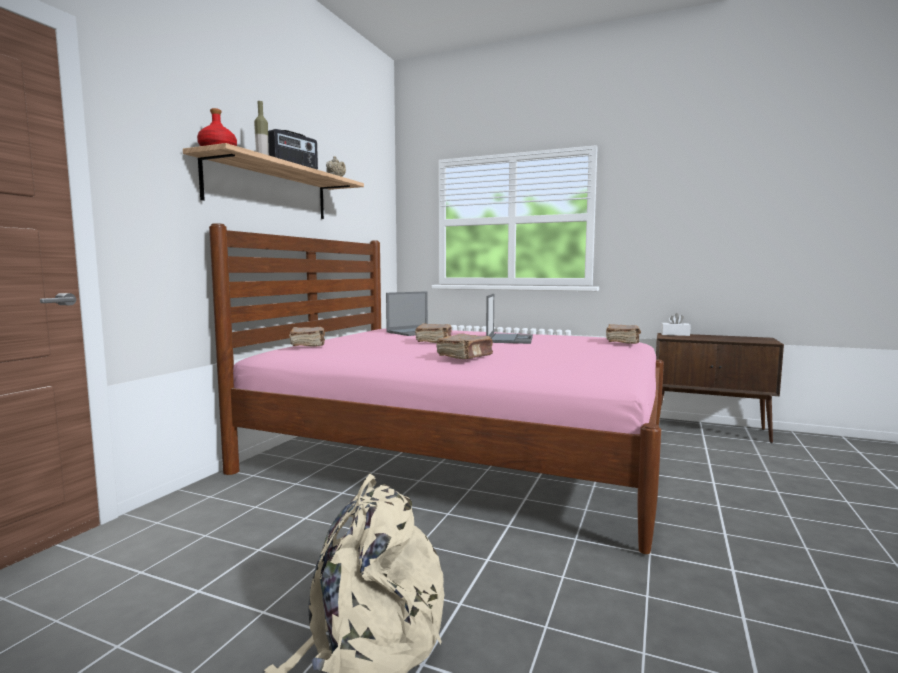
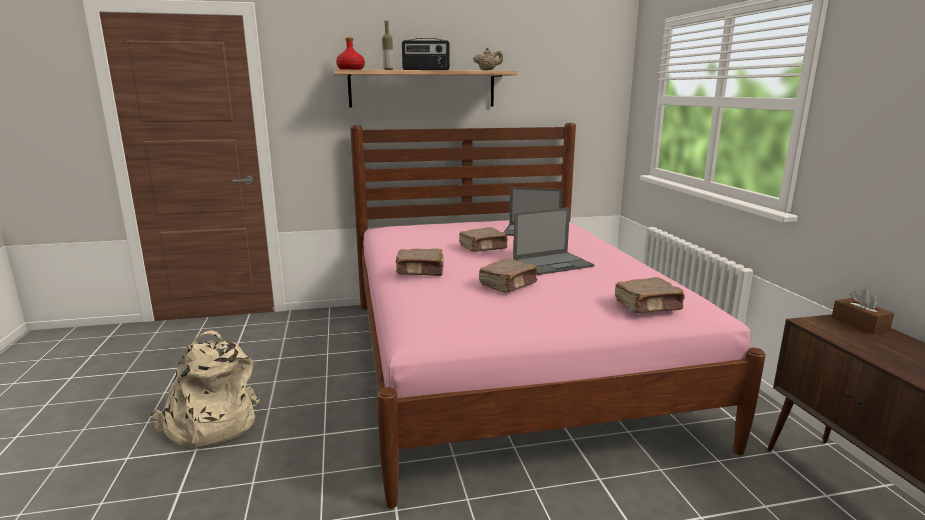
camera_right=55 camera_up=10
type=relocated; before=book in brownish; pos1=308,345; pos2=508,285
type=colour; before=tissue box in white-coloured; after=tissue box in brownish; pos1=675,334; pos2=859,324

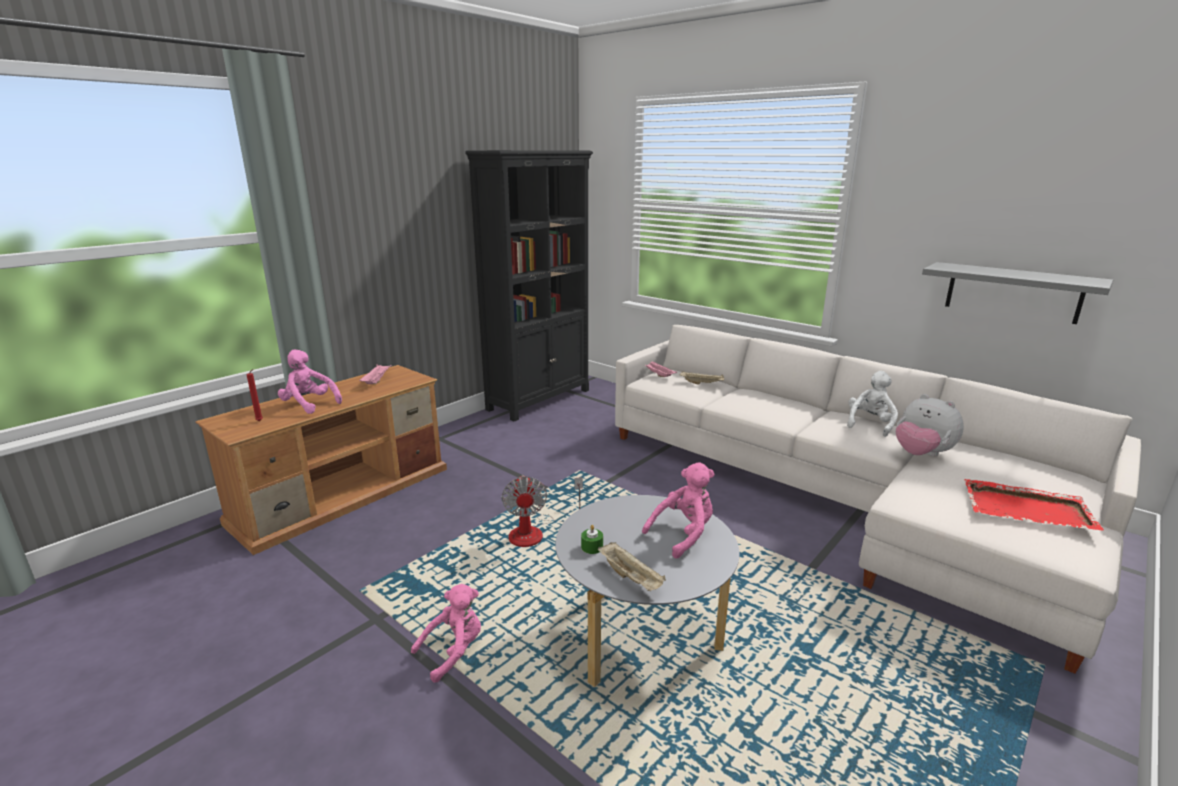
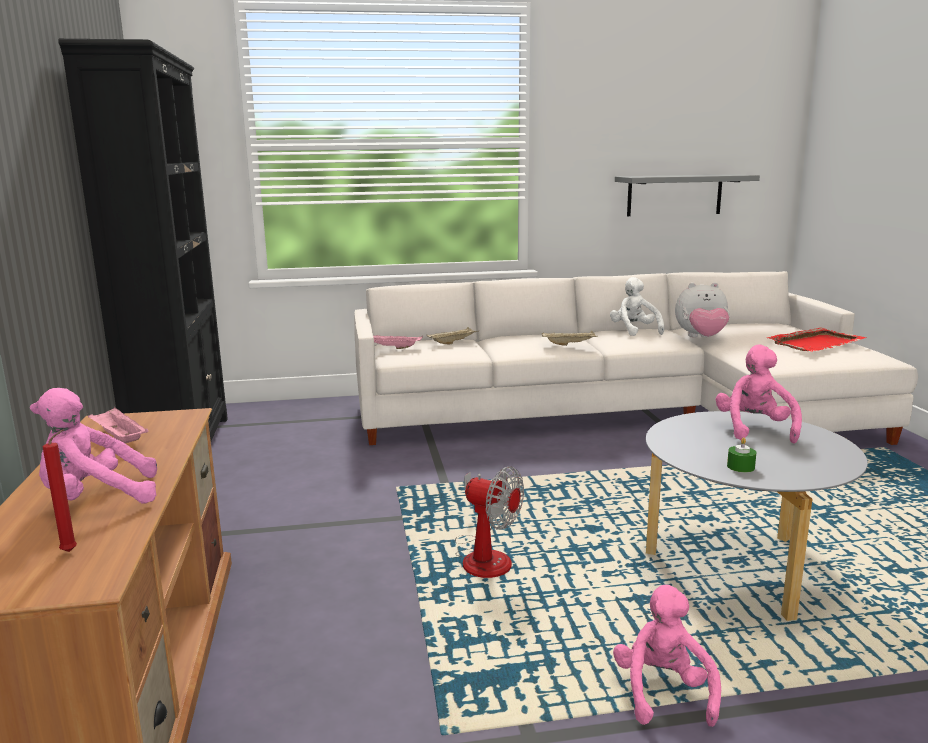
camera_right=-50 camera_up=-5
type=relocated; before=serving tray in beige-coloured; pos1=631,578; pos2=569,344

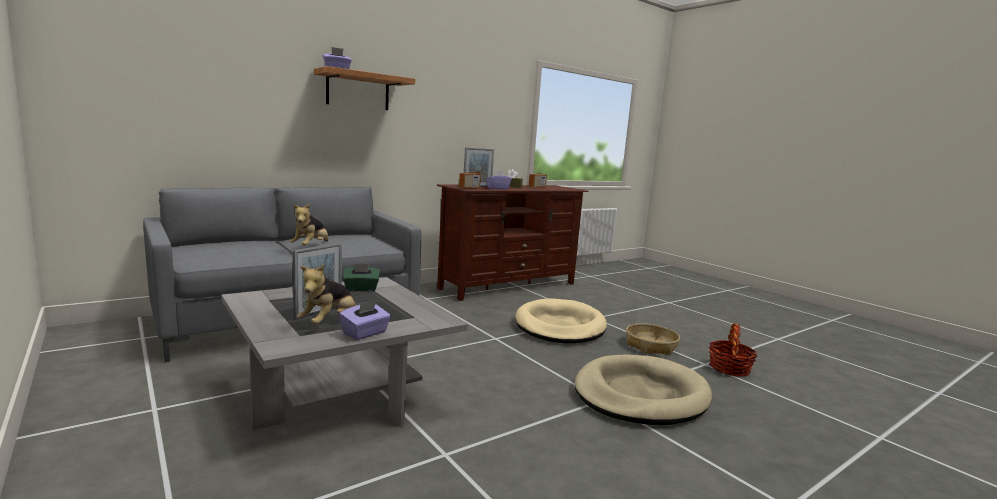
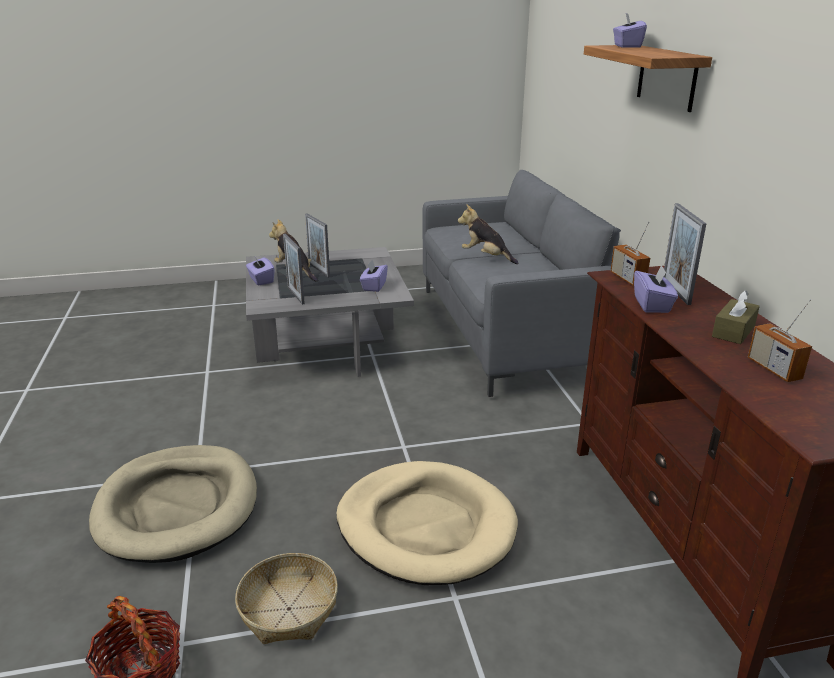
camera_right=115 camera_up=15
type=appeared; after=photo frame; pos2=295,295
type=colour; before=tissue box in green; after=tissue box in purple; pos1=361,289; pos2=374,286

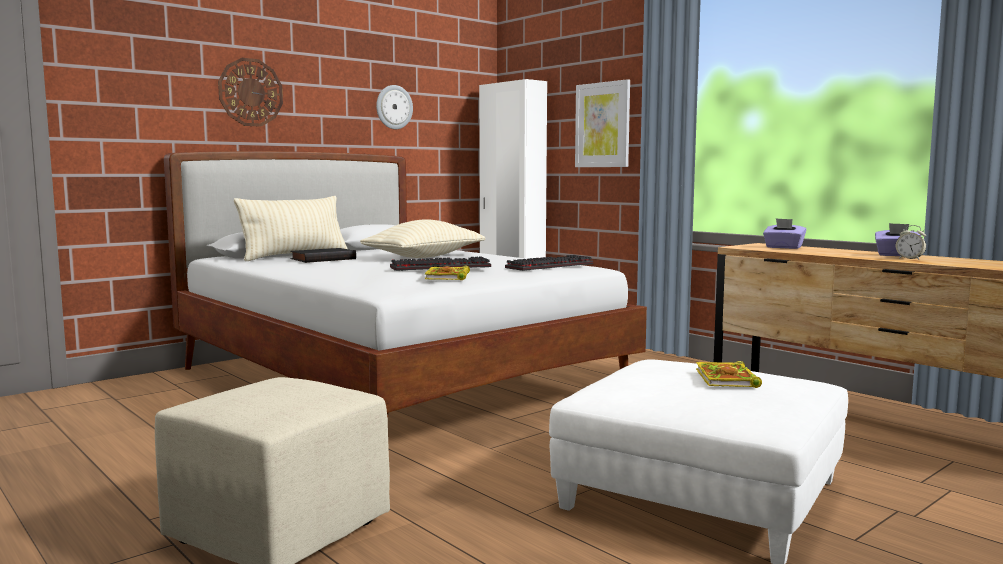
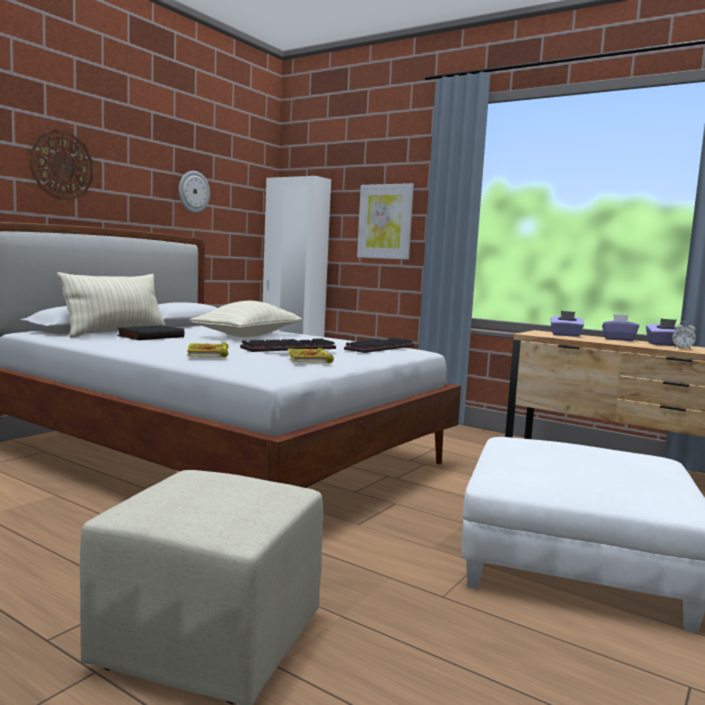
camera_right=-15 camera_up=0
type=relocated; before=book; pos1=727,379; pos2=208,354
type=appeared; after=tissue box in purple; pos2=618,339

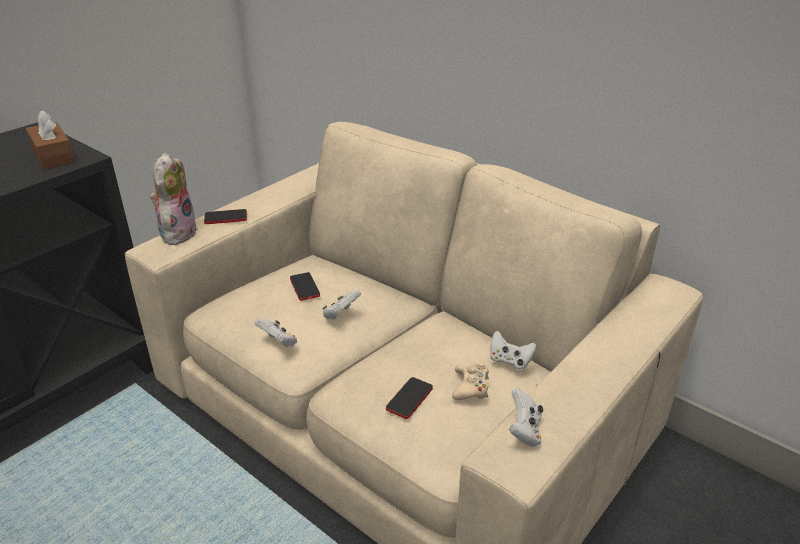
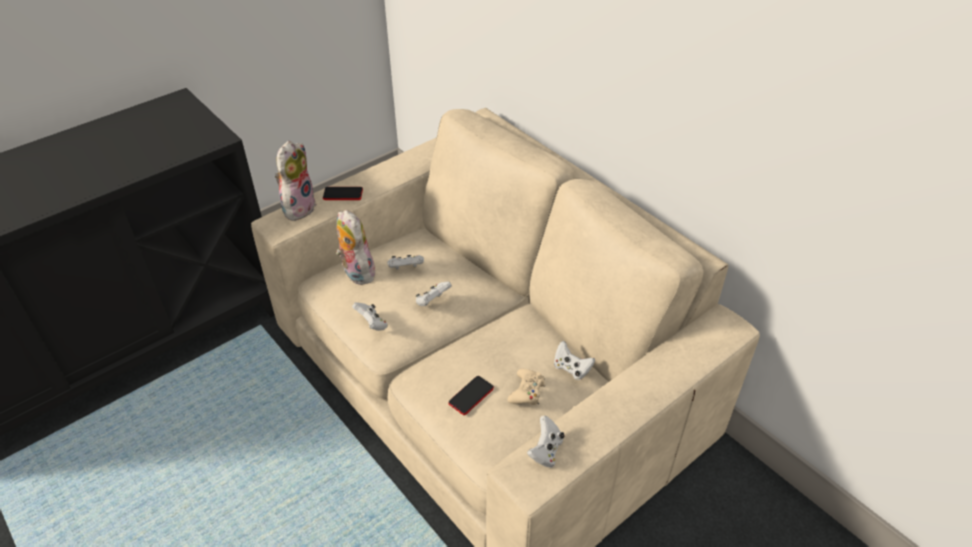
camera_right=10 camera_up=10
type=appeared; after=cuddly toy; pos2=356,273
type=exchanged; before=telephone; after=joypad in white-coloured; pos1=304,287; pos2=406,269
type=missing; before=tissue box in brownish; pos1=53,156

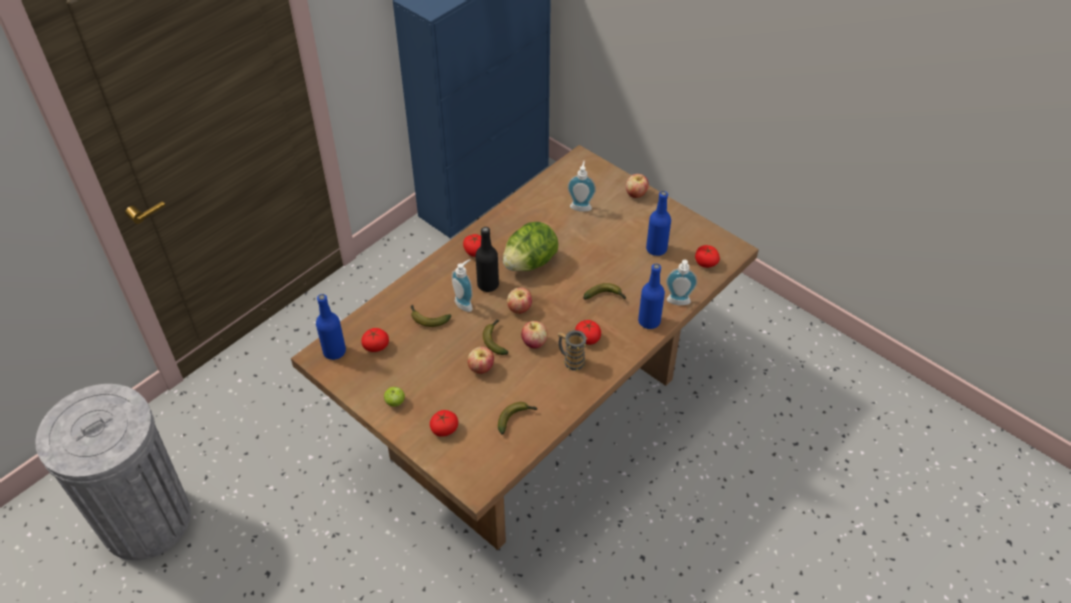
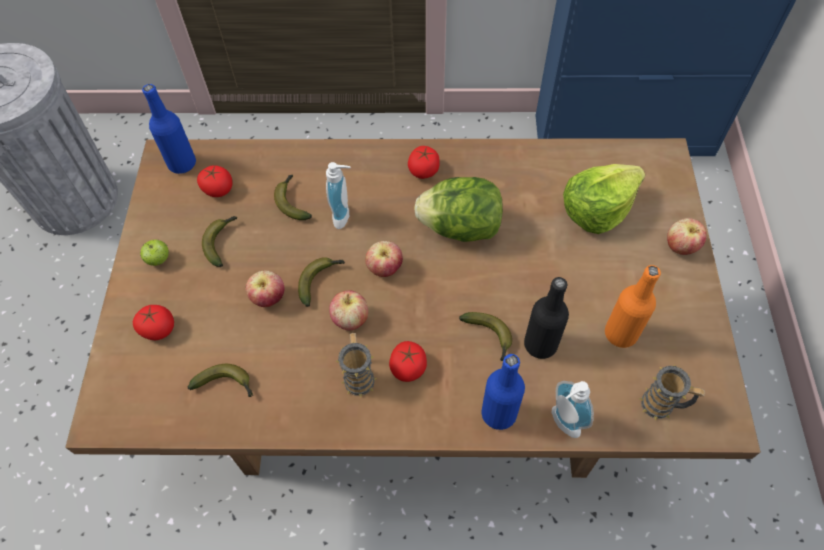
camera_right=50 camera_up=10
type=appeared; after=whole banana; pos2=221,242
type=relocated; before=bottle in blackish; pos1=488,285; pos2=540,344
type=exchanged; before=soap dispenser; after=lettuce; pos1=581,206; pos2=597,209
type=colour; before=bottle in blue; after=bottle in orange-coloured; pos1=656,249; pos2=620,333
type=exchanged; before=tomato; after=mug; pos1=706,262; pos2=663,405

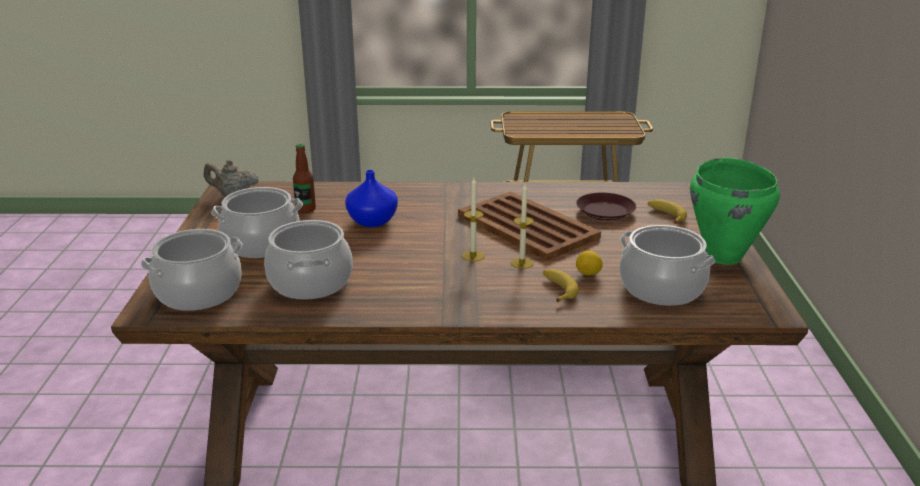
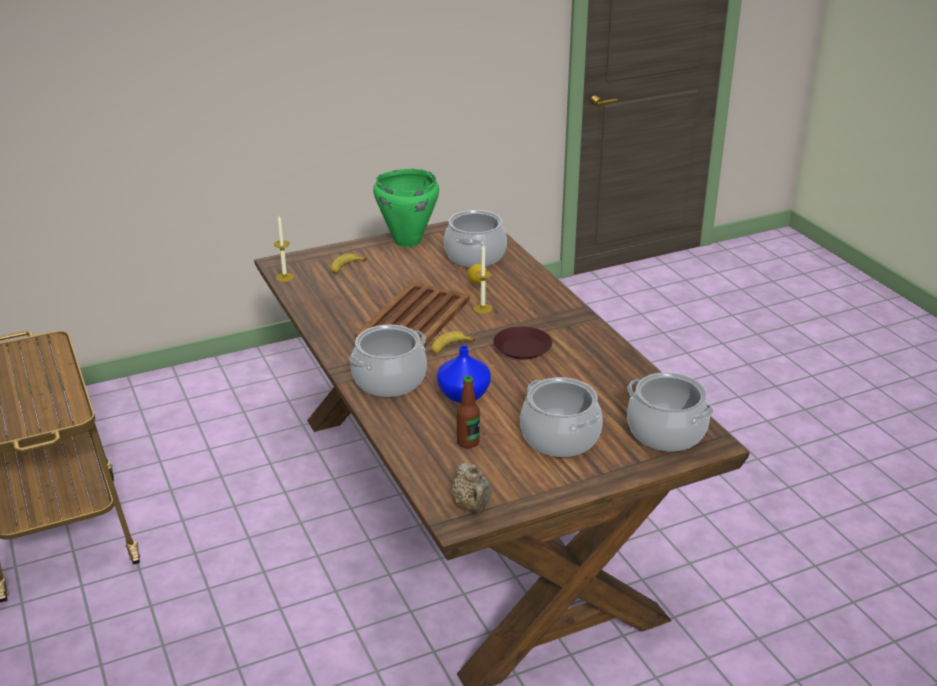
camera_right=-115 camera_up=5
type=relocated; before=wax light; pos1=473,256; pos2=284,277
type=relocated; before=saucepot; pos1=309,282; pos2=389,380
type=relocated; before=whole banana; pos1=557,289; pos2=449,348
type=relocated; before=dinner plate in brownish; pos1=606,211; pos2=522,348

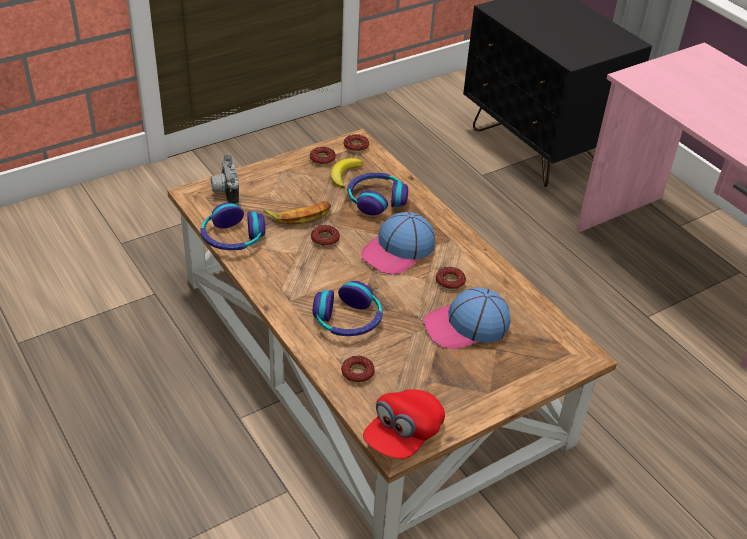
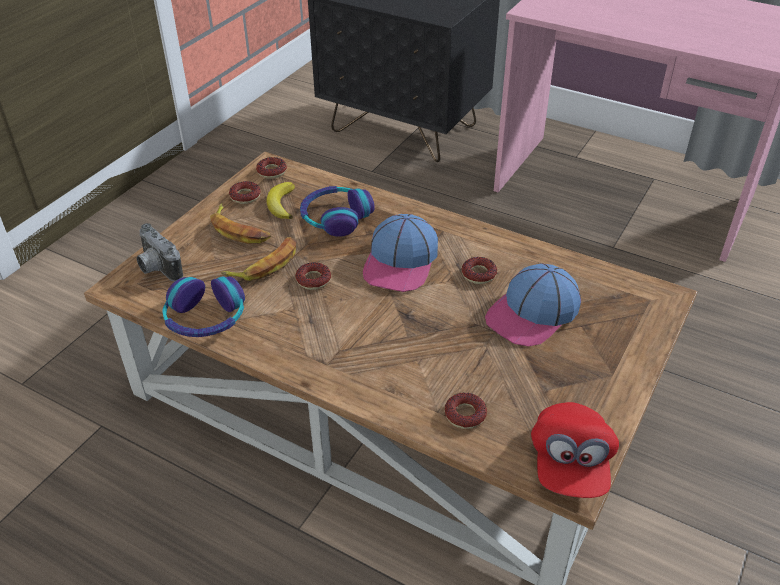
camera_right=-25 camera_up=0
type=appeared; after=whole banana; pos2=239,230
type=missing; before=headphones; pos1=348,320

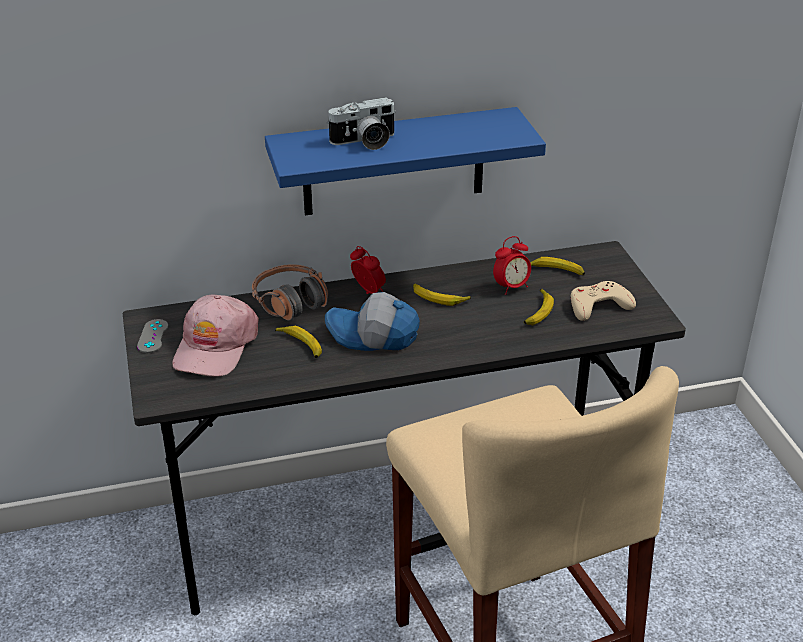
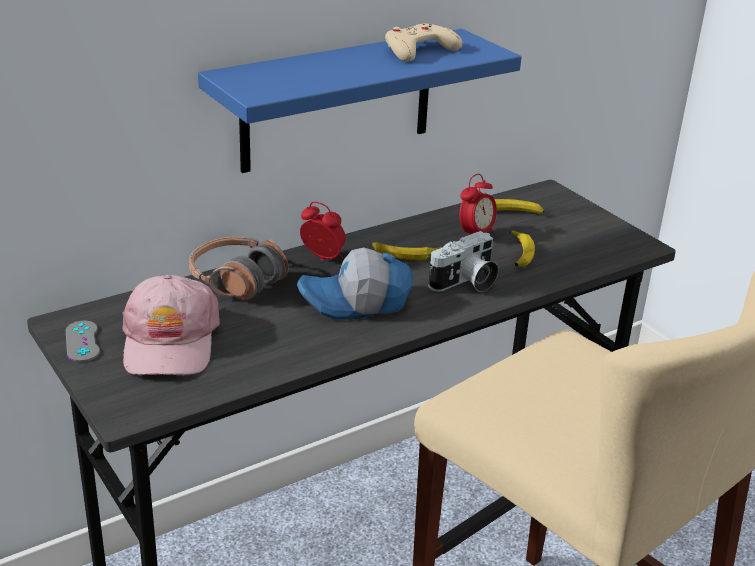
camera_right=-20 camera_up=-5
type=relocated; before=joypad in beige-coloured; pos1=598,306; pos2=419,50
type=relocated; before=still camera; pos1=365,142; pos2=465,283
type=missing; before=whole banana; pos1=300,345

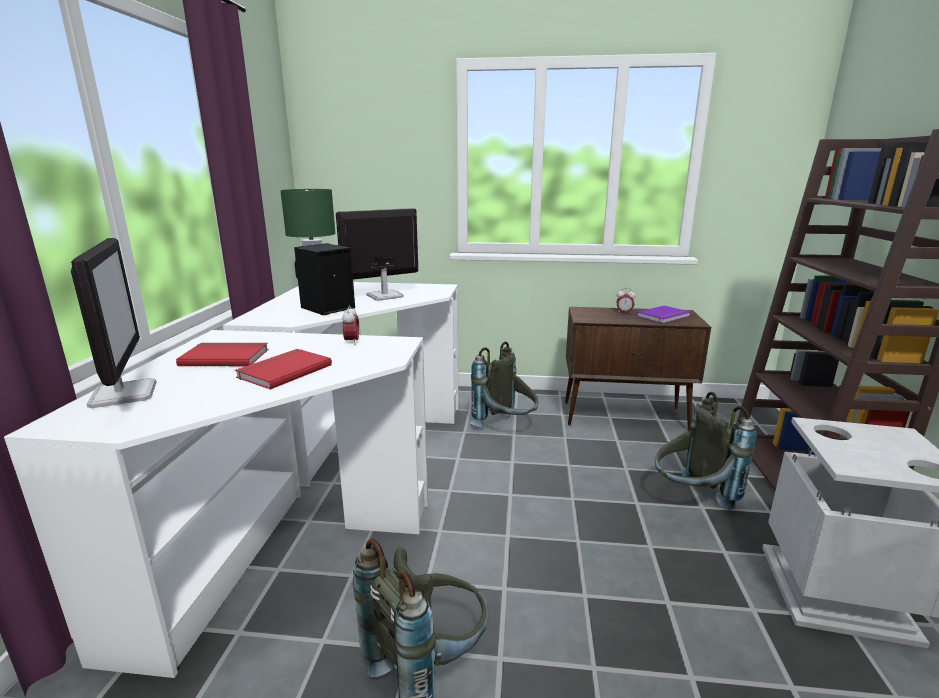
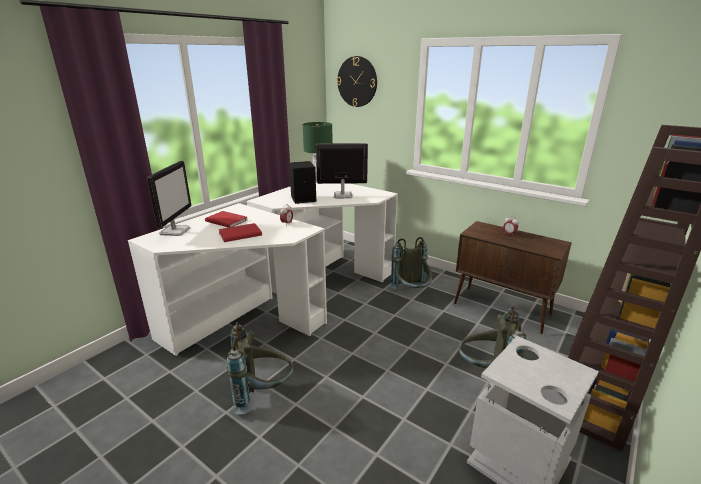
camera_right=30 camera_up=5
type=appeared; after=hanging clock; pos2=357,82
type=missing; before=book in purple; pos1=664,316

